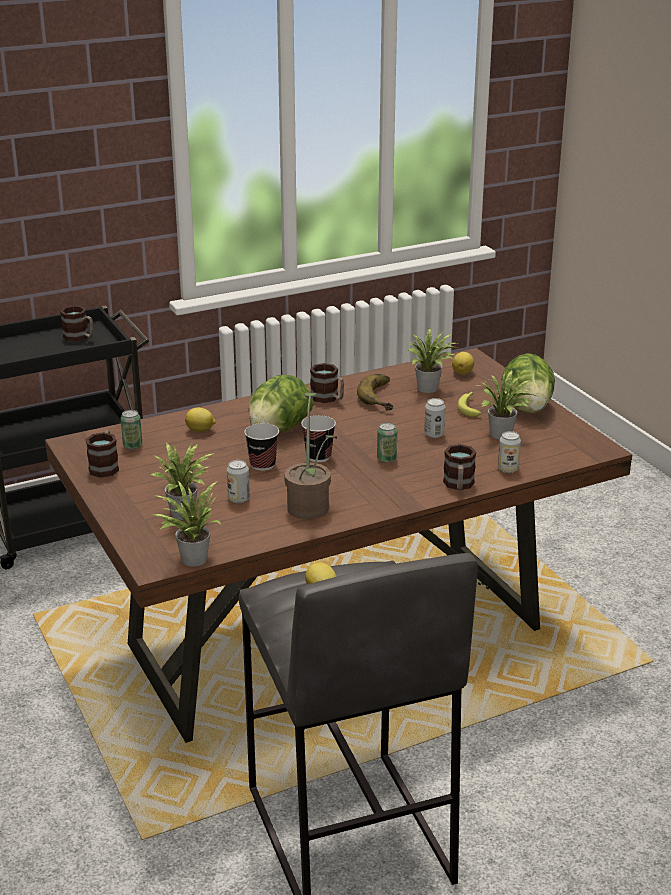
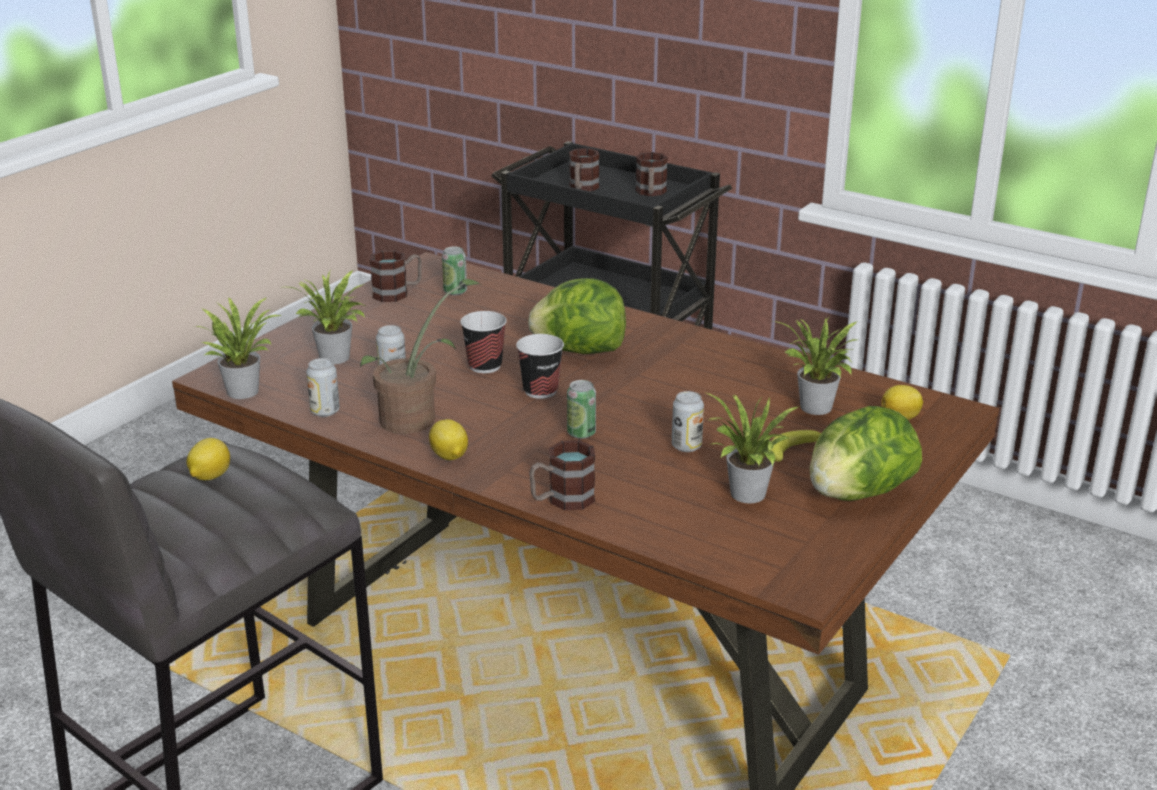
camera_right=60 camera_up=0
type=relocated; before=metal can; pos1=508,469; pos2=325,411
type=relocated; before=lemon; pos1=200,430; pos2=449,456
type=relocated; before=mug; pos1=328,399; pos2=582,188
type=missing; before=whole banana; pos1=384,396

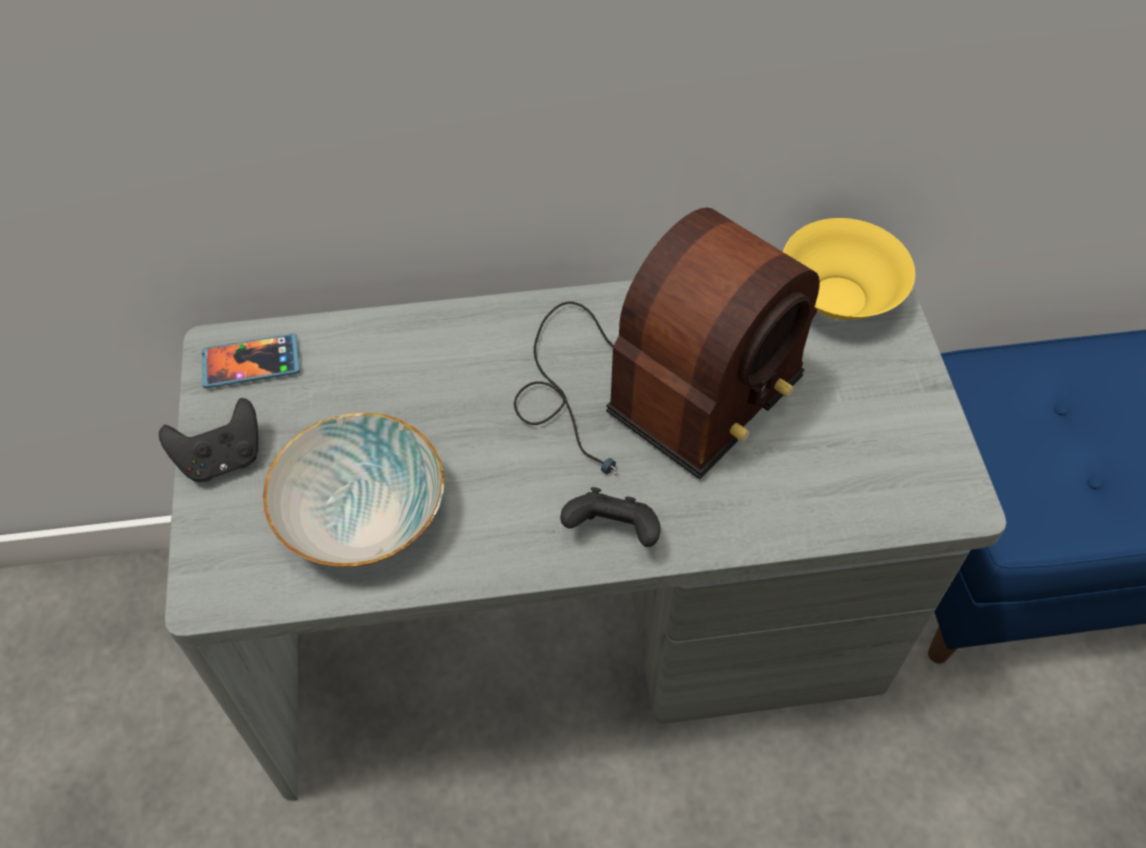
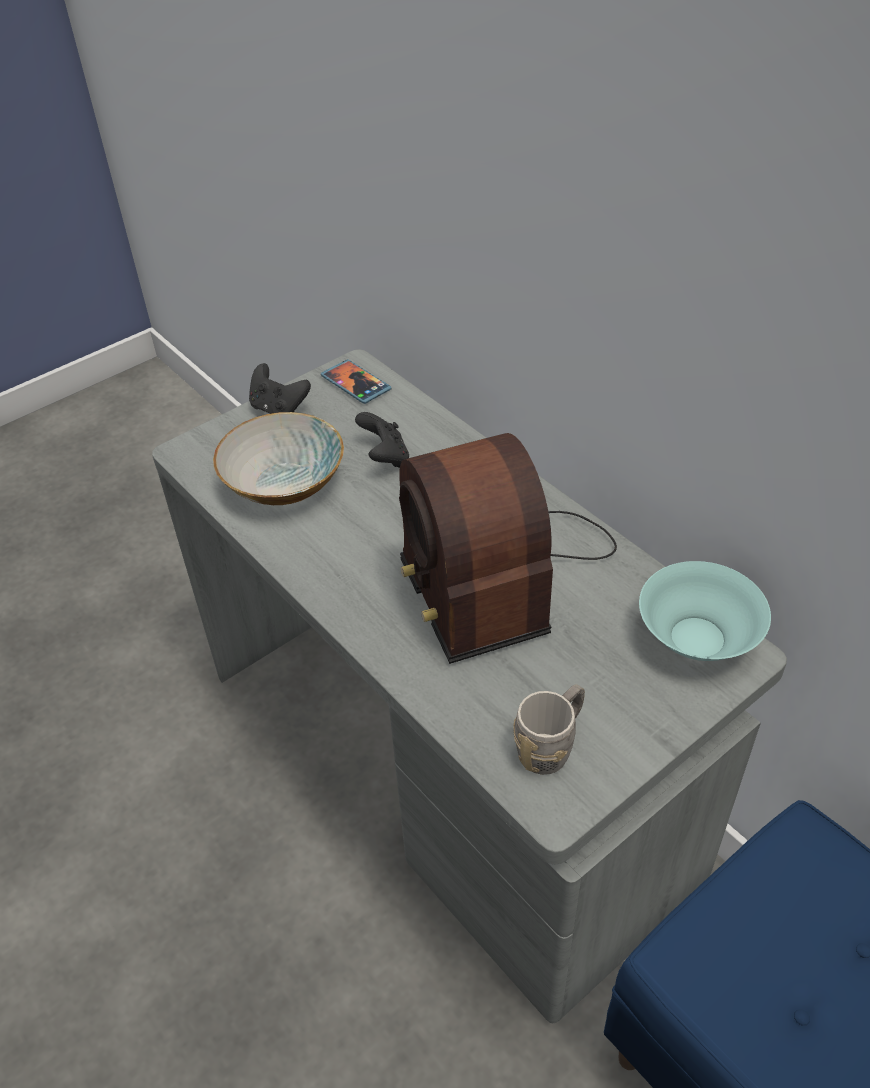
camera_right=60 camera_up=-10
type=relocated; before=joypad in blackish; pos1=612,532; pos2=385,457
type=spun; before=radio set; pos1=652,391; pos2=498,570; turn=60
type=appeared; after=mug in gray; pos2=551,746
type=colour; before=serving bowl in yellow; after=serving bowl in turquoise; pos1=839,297; pos2=698,638

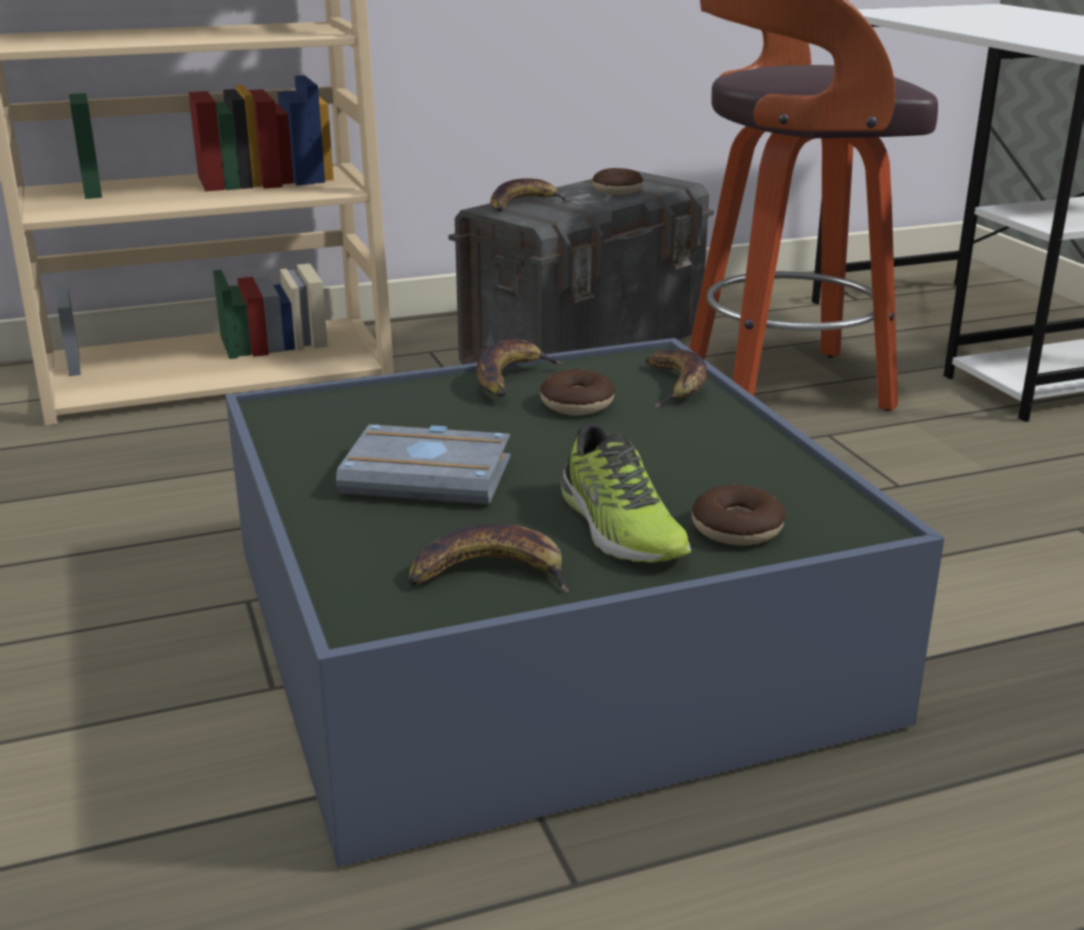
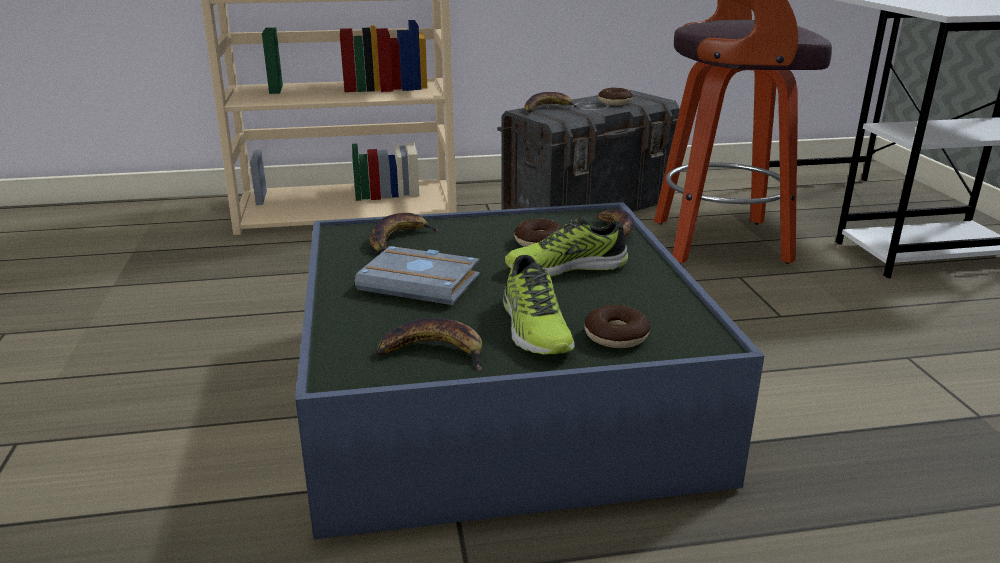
camera_right=10 camera_up=0
type=relocated; before=whole banana; pos1=511,377; pos2=399,239
type=appeared; after=low shoe; pos2=565,267

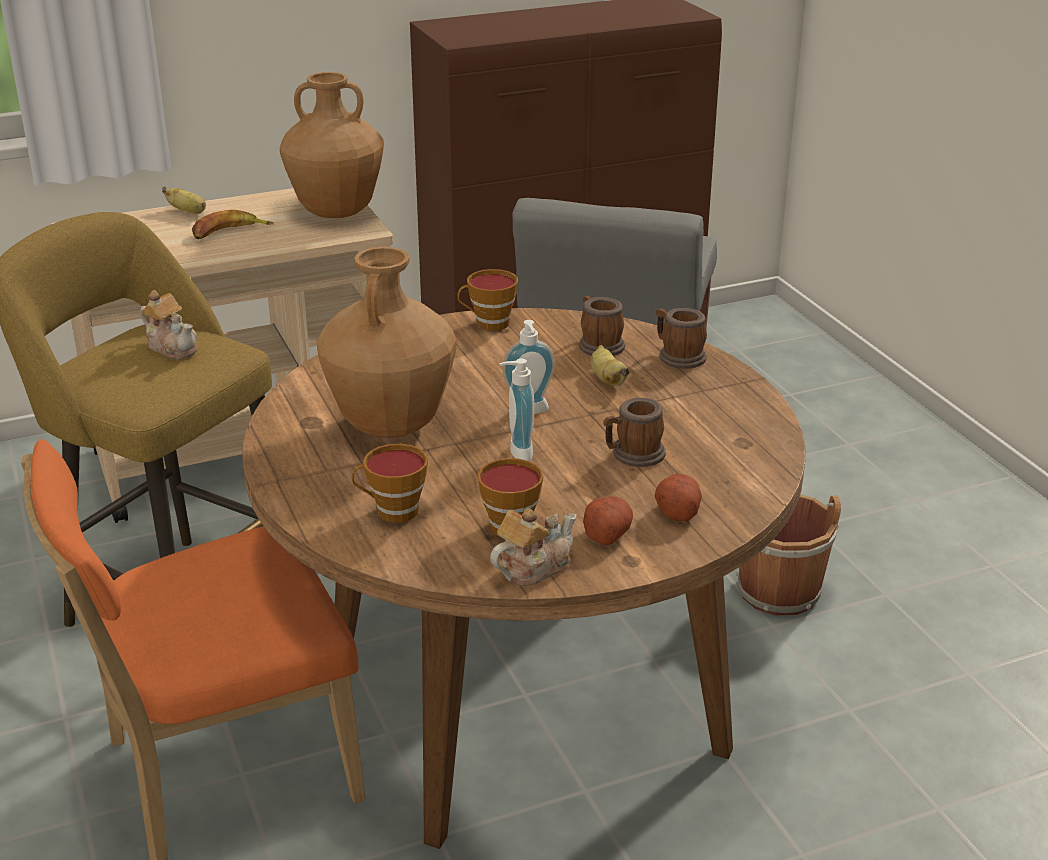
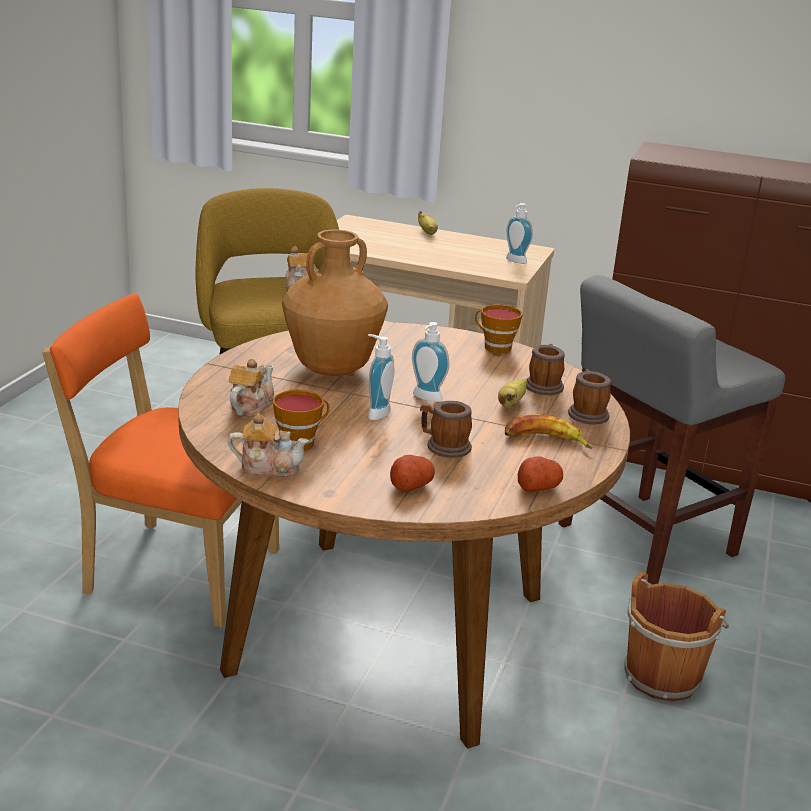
camera_right=40 camera_up=-5
type=exchanged; before=small cup; after=tea pot; pos1=392,511; pos2=250,406
type=relocated; before=whole banana; pos1=229,232; pos2=546,440
type=exchanged; before=decorative vase in brownish; after=soap dispenser; pos1=337,212; pos2=514,261
type=relocated; before=whole potato; pos1=606,533; pos2=538,487

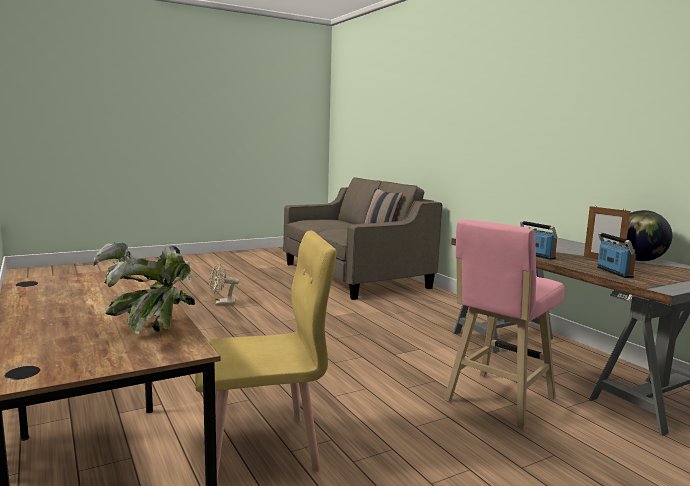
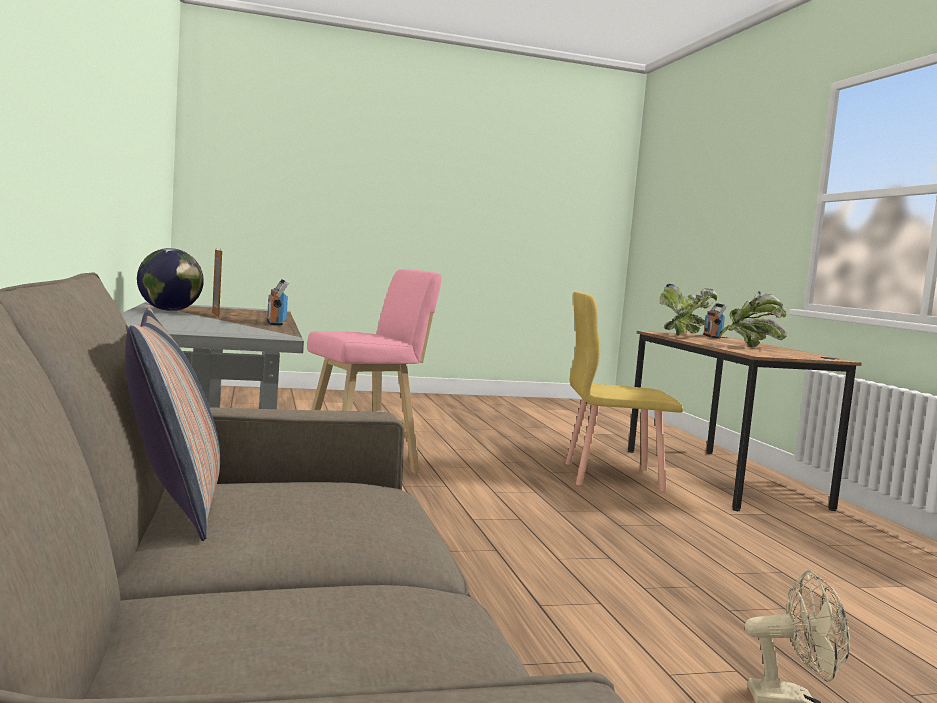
camera_right=-165 camera_up=-5
type=relocated; before=radio set; pos1=614,272; pos2=712,336
type=appeared; after=houseplant; pos2=750,347

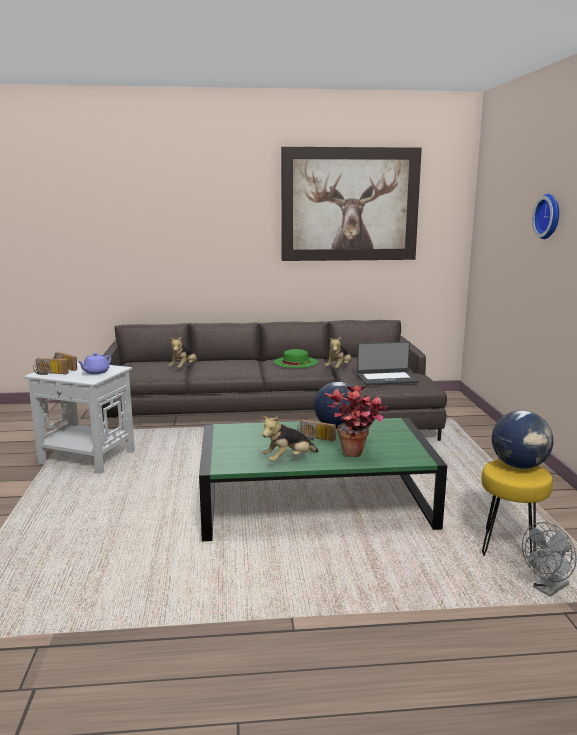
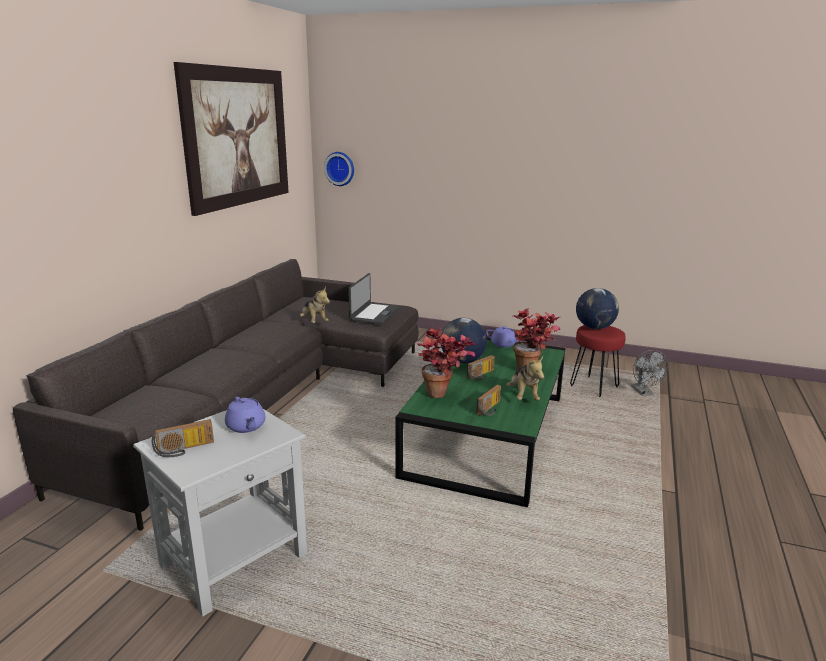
camera_right=-65 camera_up=5
type=relocated; before=hanging clock; pos1=549,216; pos2=340,168
type=appeared; after=houseplant; pos2=443,396
type=relocated; before=radio set; pos1=50,373; pos2=491,409
type=appeared; after=tea pot in purple; pos2=504,344
type=colour; before=stool in yellow; after=stool in red; pos1=509,548; pos2=594,386
type=missing; before=cuddly toy; pos1=184,368
type=missing; before=hat in green; pos1=296,362

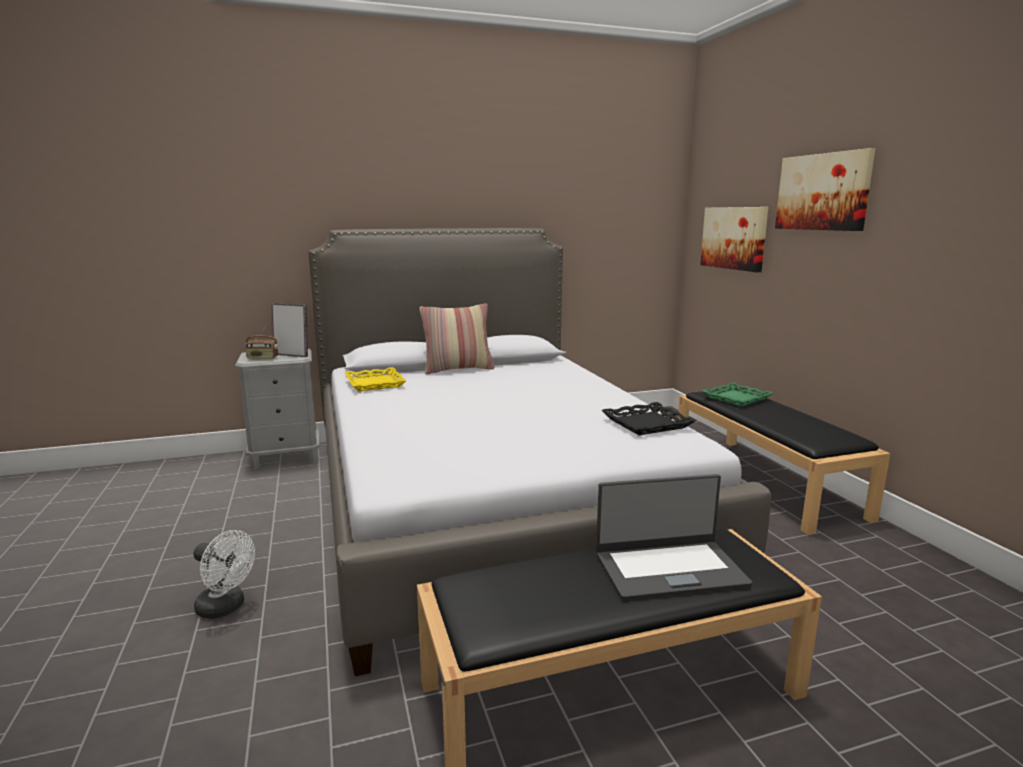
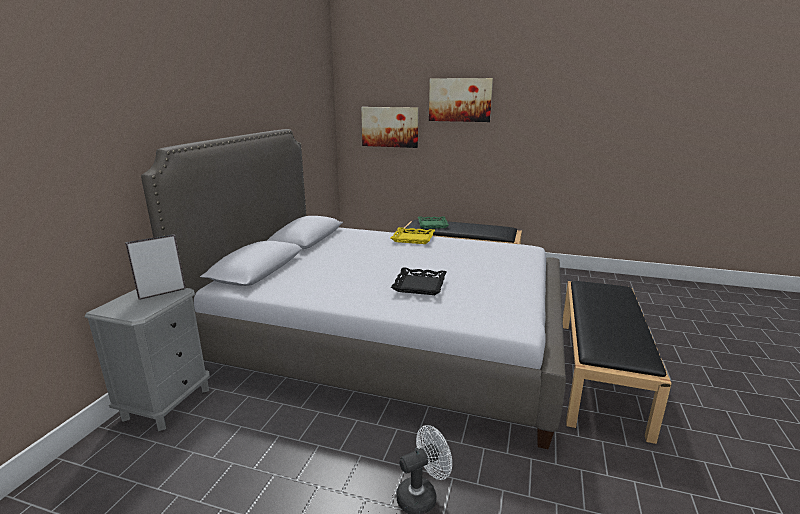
camera_right=-55 camera_up=5
type=relocated; before=serving tray in yellow; pos1=374,383; pos2=413,239
type=relocated; before=serving tray in blackish; pos1=646,423; pos2=419,285
type=missing; before=radio set; pos1=262,358
type=missing; before=throw pillow; pos1=458,369
type=missing; before=notebook computer; pos1=669,569

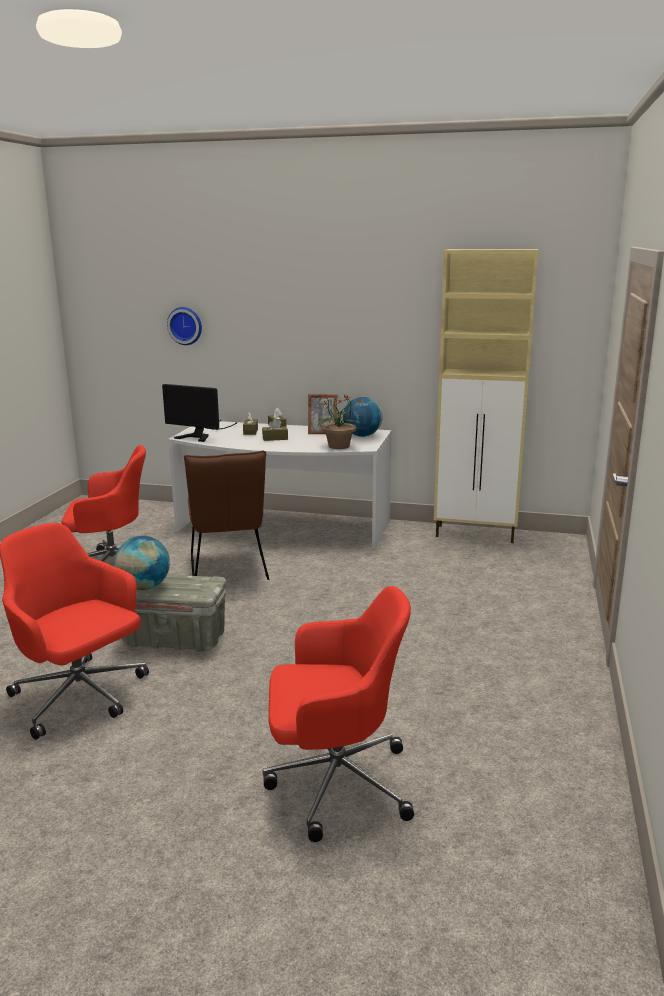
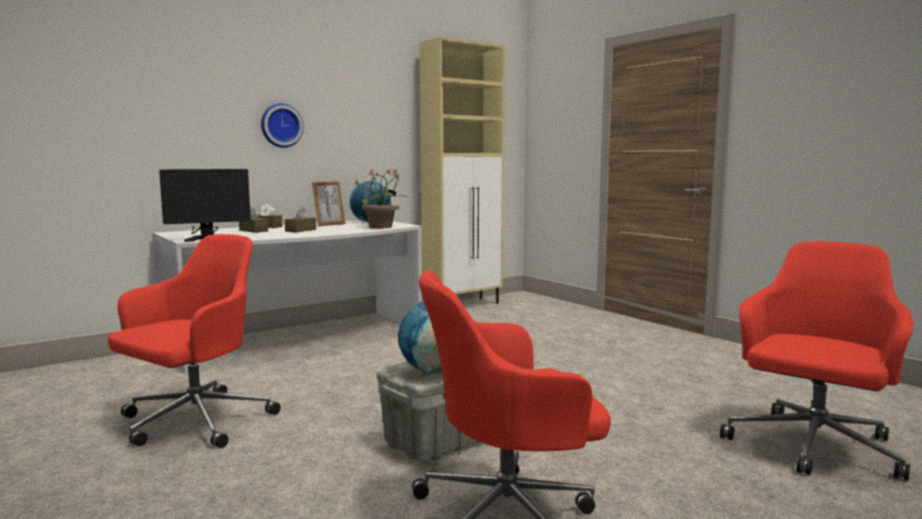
camera_right=-50 camera_up=-10
type=relocated; before=hanging clock; pos1=185,325; pos2=281,125
type=missing; before=plain chair in brownish; pos1=229,570

